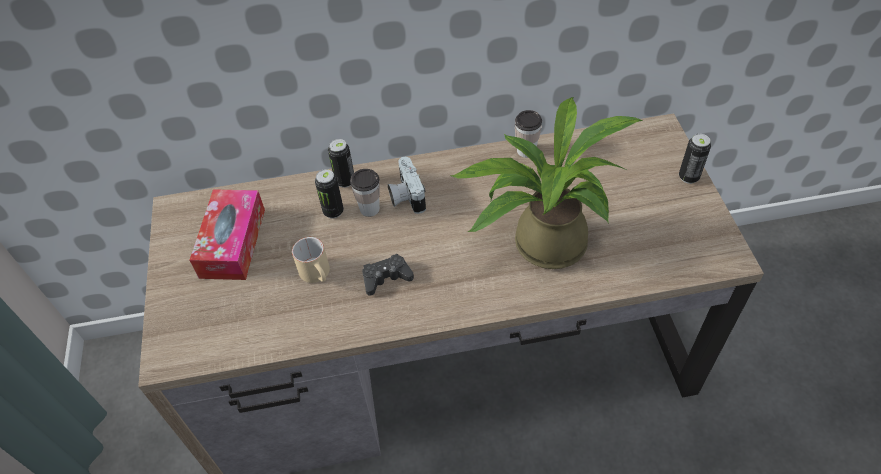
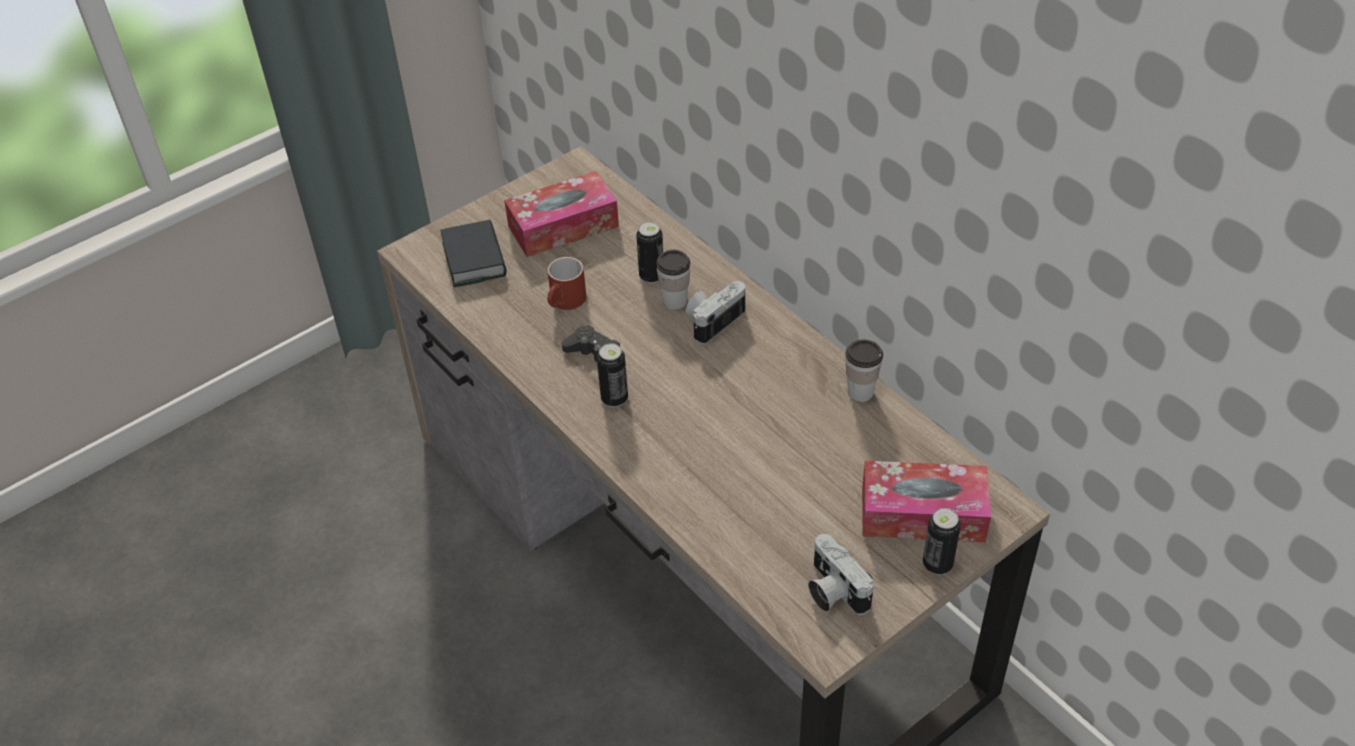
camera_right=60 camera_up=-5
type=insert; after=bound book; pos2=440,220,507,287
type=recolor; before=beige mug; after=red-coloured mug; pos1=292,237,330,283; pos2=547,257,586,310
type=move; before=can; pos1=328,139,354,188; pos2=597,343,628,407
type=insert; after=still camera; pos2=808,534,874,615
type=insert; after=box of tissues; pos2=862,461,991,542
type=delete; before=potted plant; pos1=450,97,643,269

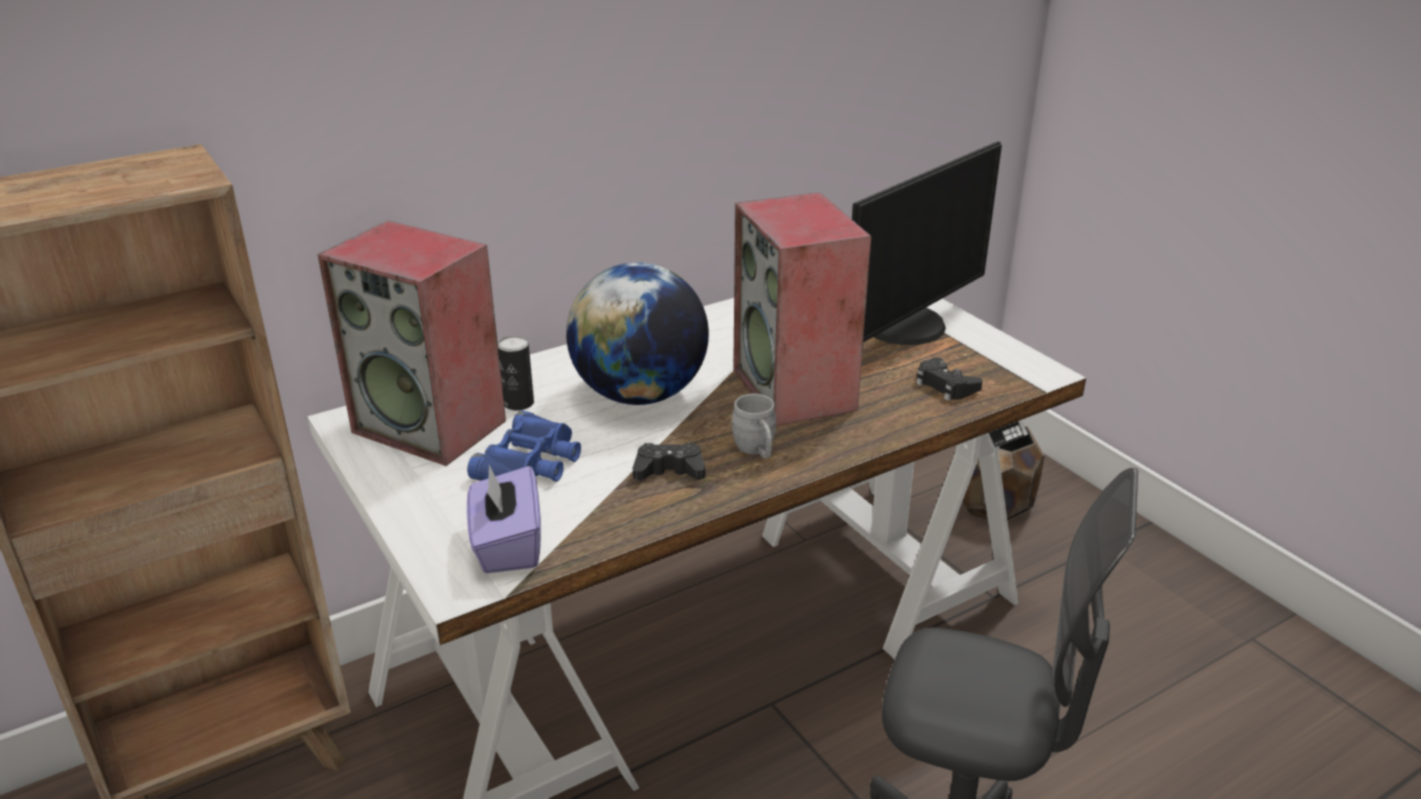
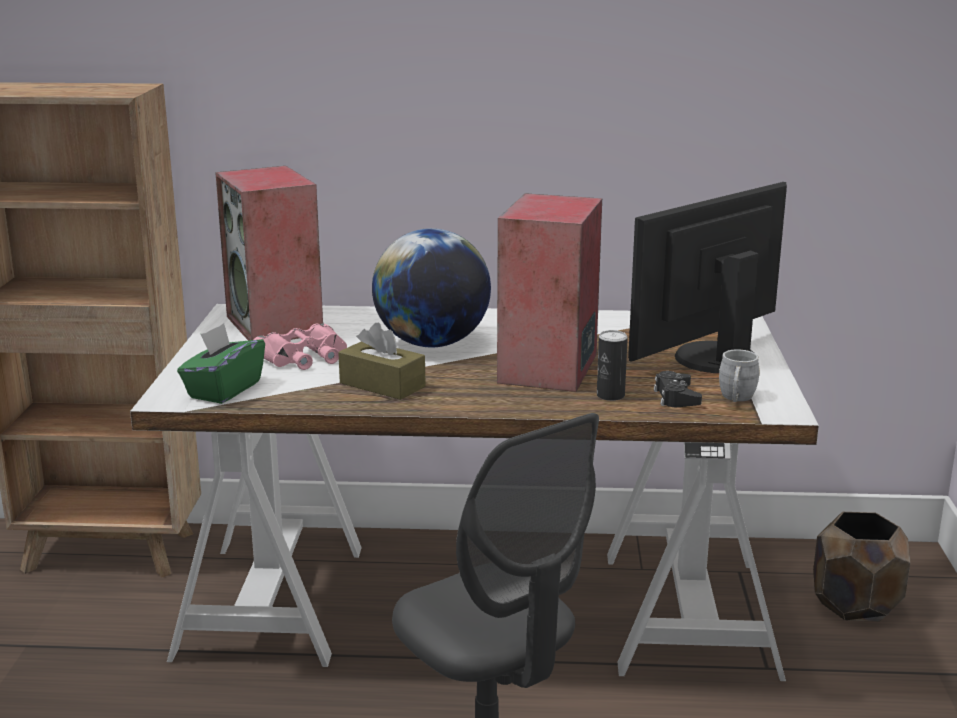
camera_right=35 camera_up=-10
type=recolor; before=purplish box of tissues; after=green box of tissues; pos1=467,465,541,573; pos2=177,323,265,404
type=recolor; before=bluish pair of binoculars; after=pink-coloured pair of binoculars; pos1=467,410,581,482; pos2=254,323,347,370
type=replace; before=blackish joypad; after=brownish box of tissues; pos1=633,443,705,480; pos2=338,323,426,400
type=move; before=can; pos1=498,335,534,411; pos2=597,330,628,401
type=rotate; before=computer display; pos1=852,141,1002,345; pos2=628,182,787,373; turn=150
type=move; before=gray mug; pos1=731,394,776,459; pos2=719,349,760,402

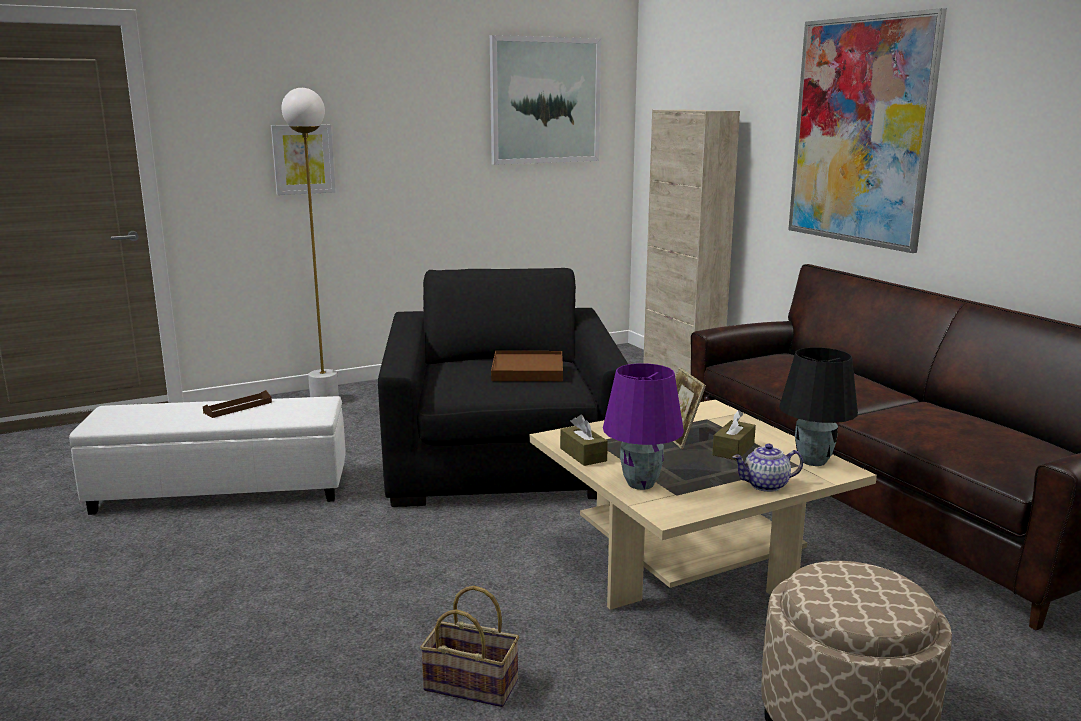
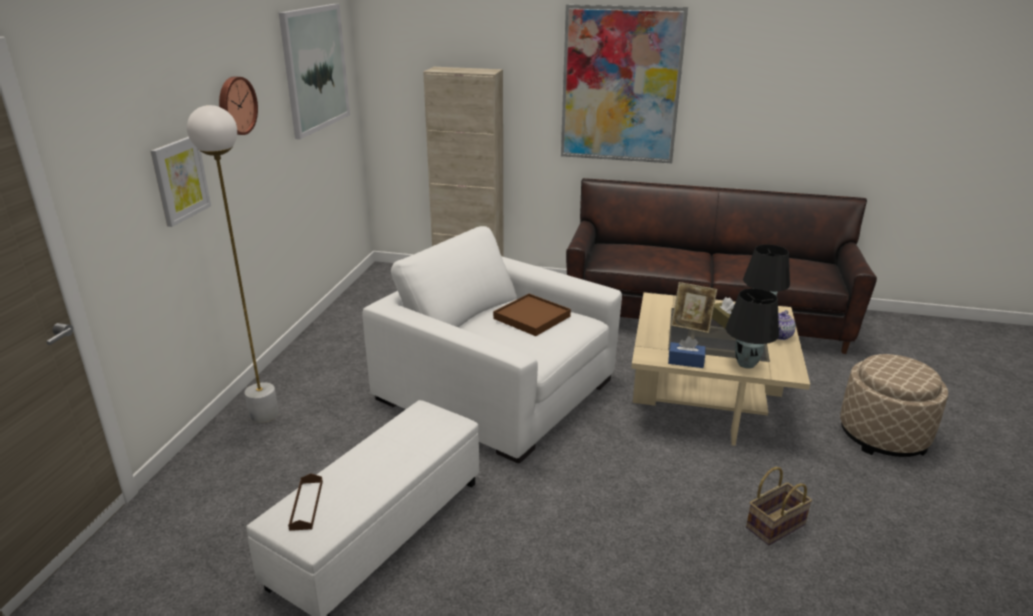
camera_right=-50 camera_up=10
type=insert; after=wall clock; pos2=219,77,258,135
type=move; before=brownish serving tray; pos1=203,390,272,418; pos2=288,473,323,531
type=recolor; before=blackish easy chair; after=white easy chair; pos1=378,268,628,507; pos2=362,226,622,463
type=recolor; before=brownish box of tissues; after=bluish box of tissues; pos1=560,415,608,466; pos2=668,336,706,368
type=recolor; before=purplish table lamp; after=blackish table lamp; pos1=603,363,684,490; pos2=726,288,779,369

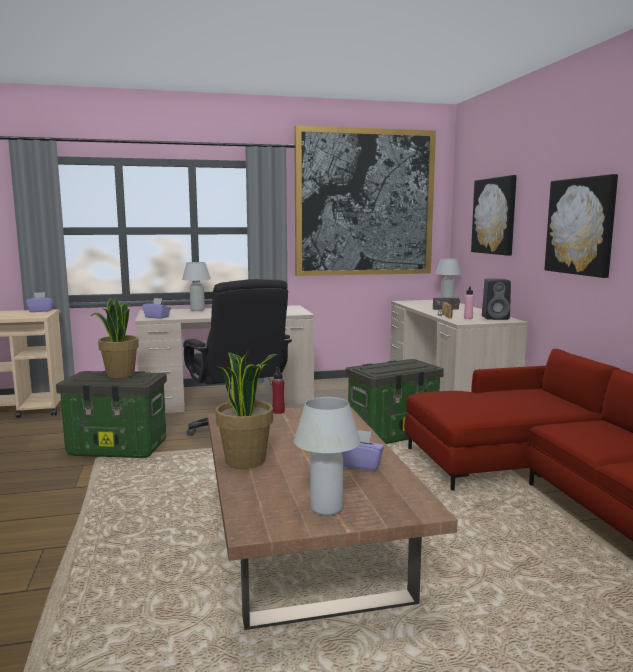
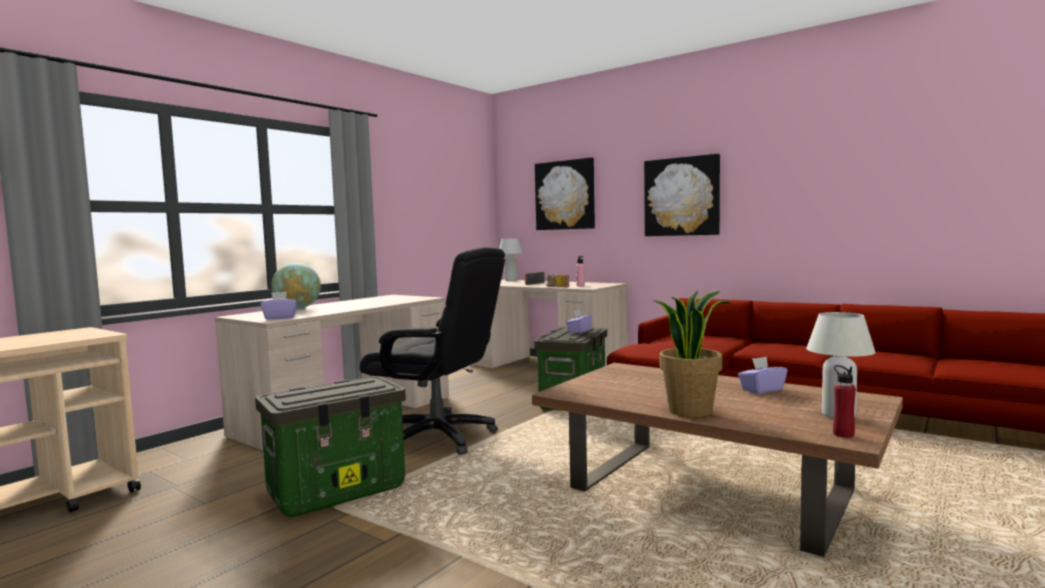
camera_right=-40 camera_up=-5
type=replace; before=white table lamp; after=desk globe; pos1=182,262,211,311; pos2=271,263,321,309
type=move; before=purplish box of tissues; pos1=26,292,53,312; pos2=566,310,592,333
type=move; before=red-coloured beverage bottle; pos1=272,367,285,414; pos2=833,365,856,438
type=delete; before=potted plant; pos1=91,298,139,378
type=delete; before=wall art; pos1=294,125,436,276
type=delete; before=blackish audio speaker; pos1=482,279,511,320

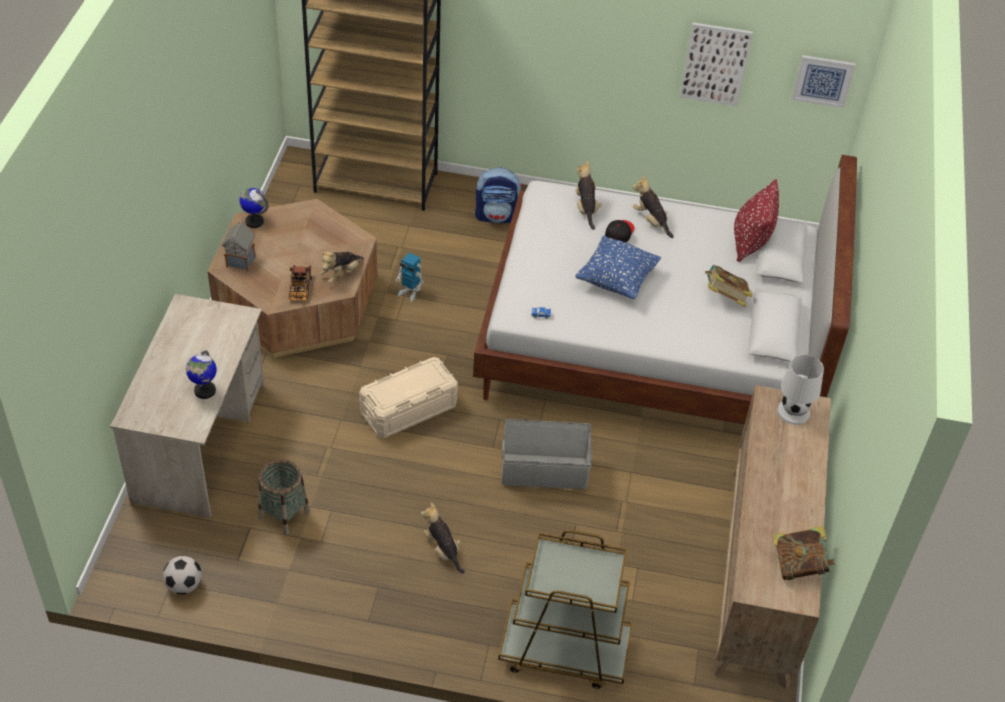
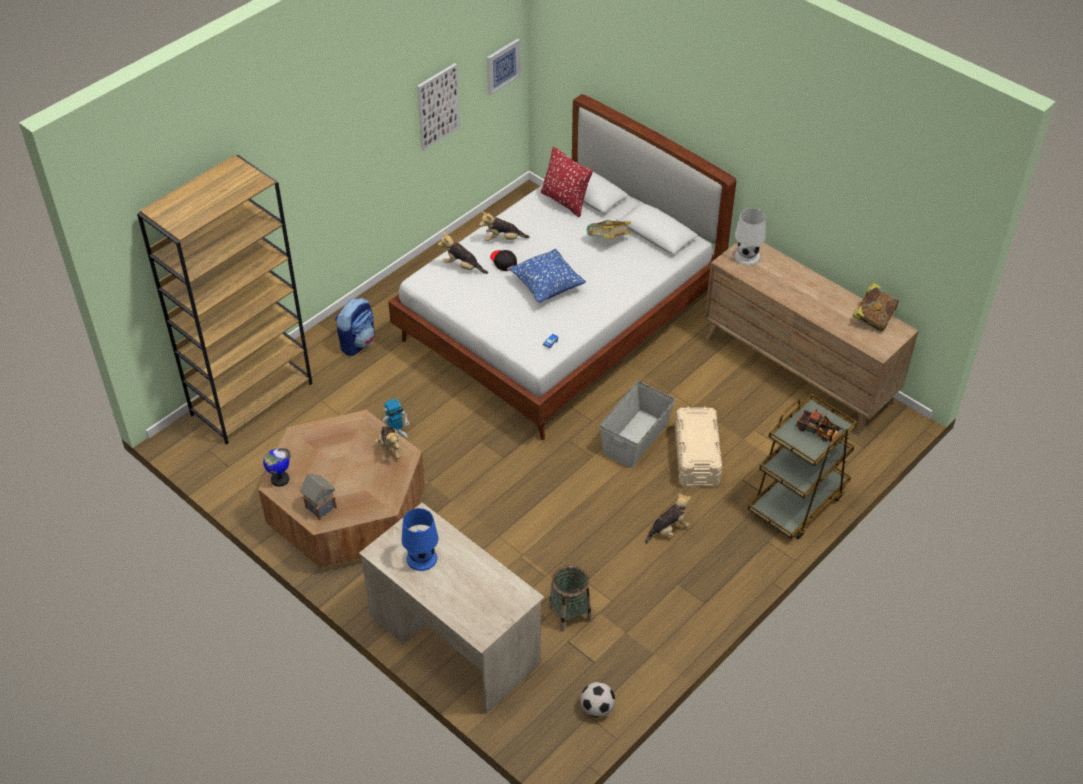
camera_right=-55 camera_up=0
type=insert; after=bluish table lamp; pos2=402,508,438,571
type=rotate; before=cuddly toy; pos1=421,502,465,574; pos2=645,492,691,544; turn=150
type=move; before=beige storage bin; pos1=359,357,458,439; pos2=675,406,722,487
type=move; before=model truck; pos1=289,265,312,301; pos2=796,409,844,442
type=delete; before=desk globe; pos1=186,350,217,399

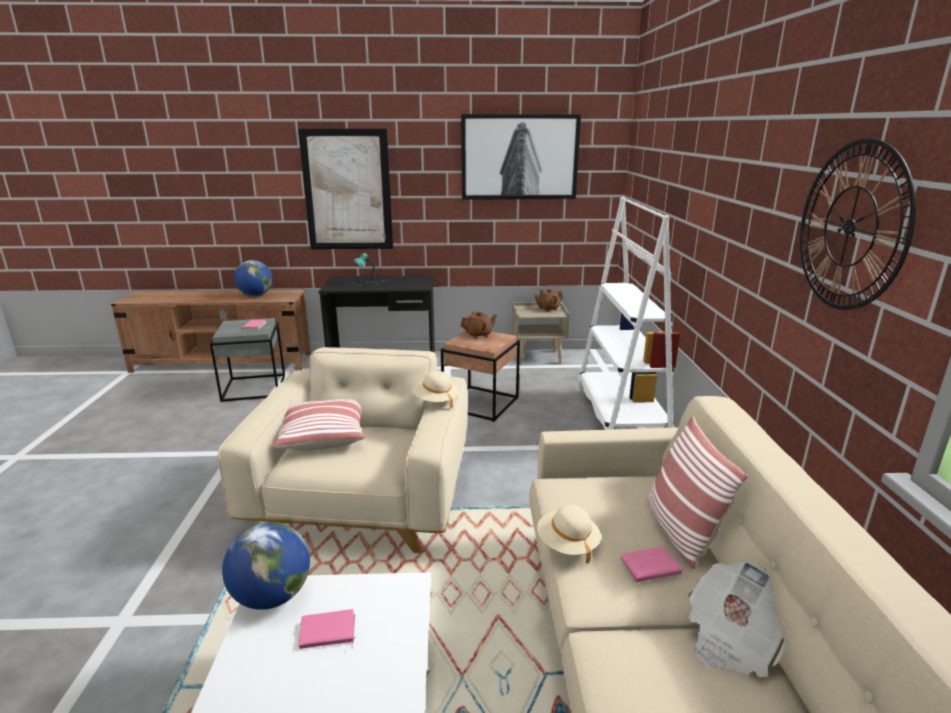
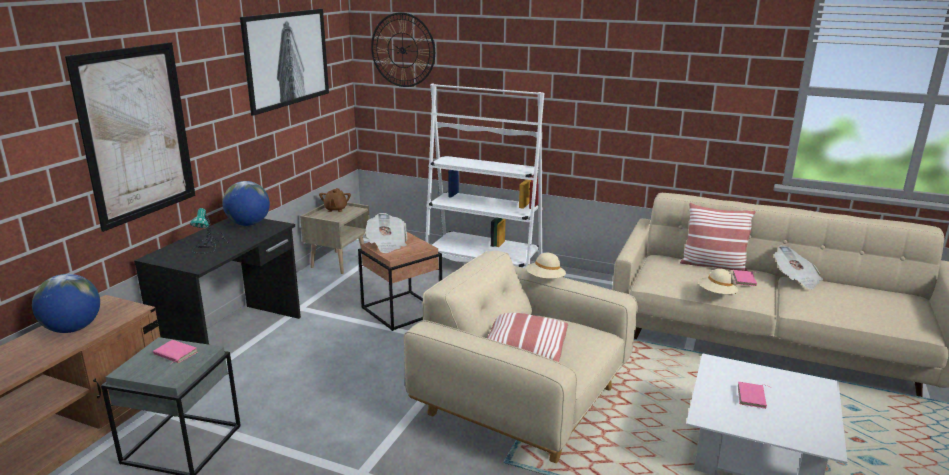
camera_right=-65 camera_up=0
type=move; before=desk globe; pos1=222,522,310,610; pos2=222,181,270,226
type=replace; before=brownish tea pot; after=newspaper; pos1=460,312,497,339; pos2=365,213,407,253
type=move; before=wall clock; pos1=800,139,916,310; pos2=371,12,435,87

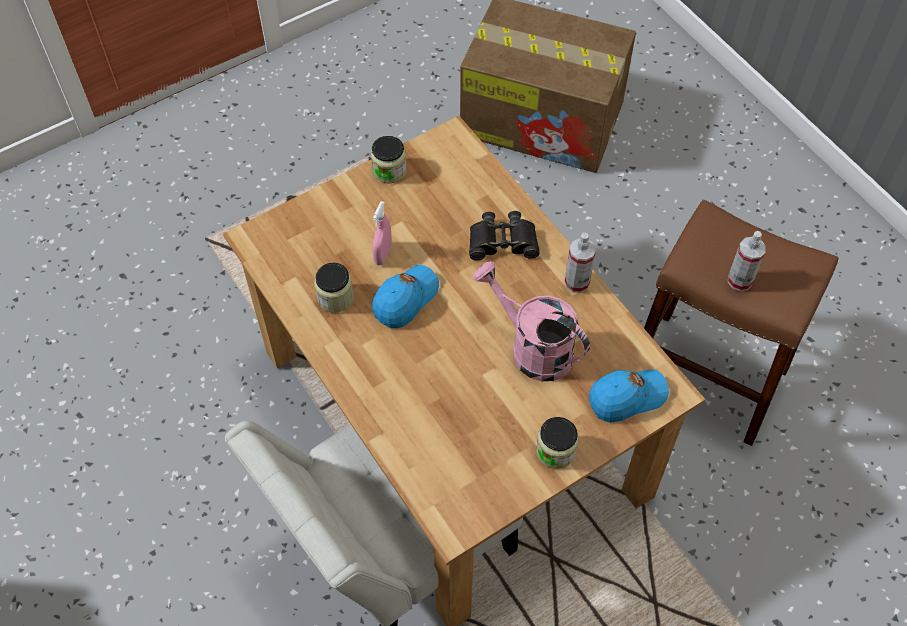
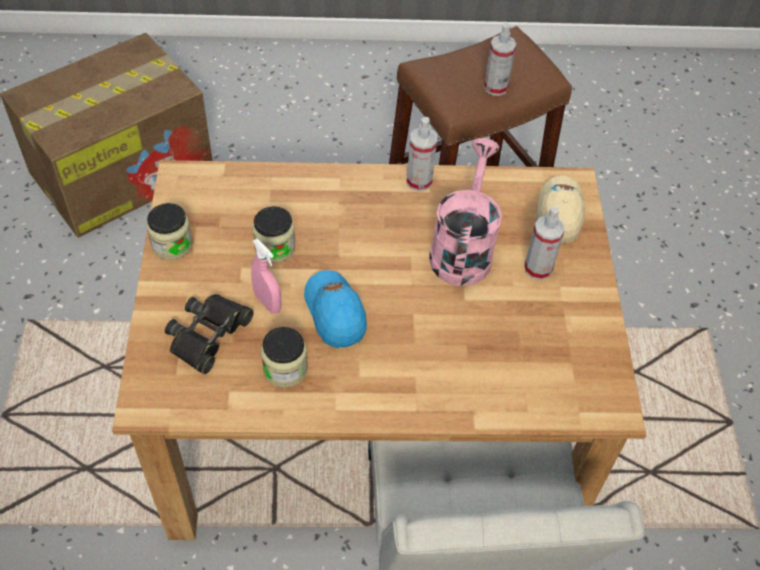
camera_right=-60 camera_up=-5
type=move; before=blackish pair of binoculars; pos1=469,211,540,260; pos2=165,294,254,374
type=move; before=jar; pos1=536,417,579,469; pos2=252,206,295,263
type=rotate; before=pink-coloured watering can; pos1=473,261,590,381; pos2=429,138,502,286; turn=120
type=insert; after=spray bottle; pos2=524,206,565,280
type=recolor; before=bluish baseball cap; after=beige baseball cap; pos1=589,370,669,423; pos2=535,176,585,244

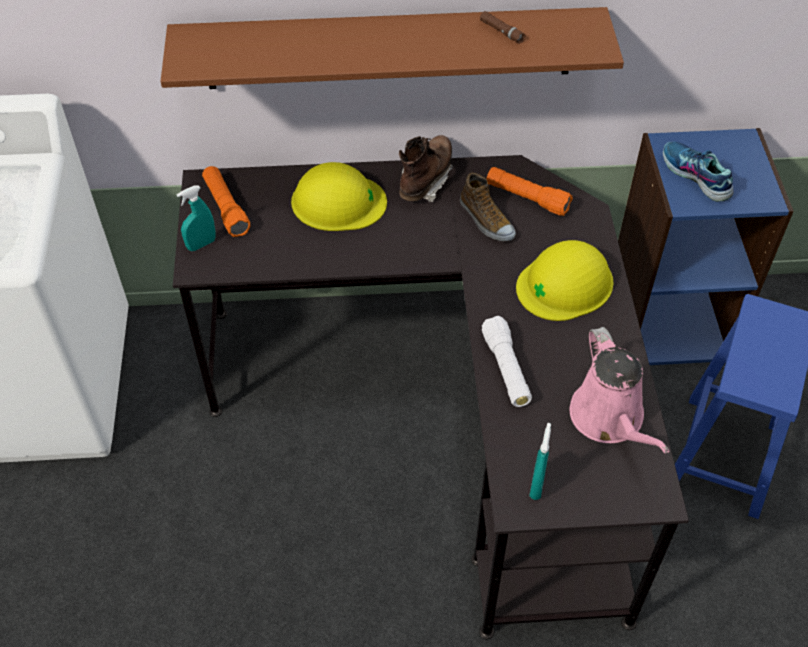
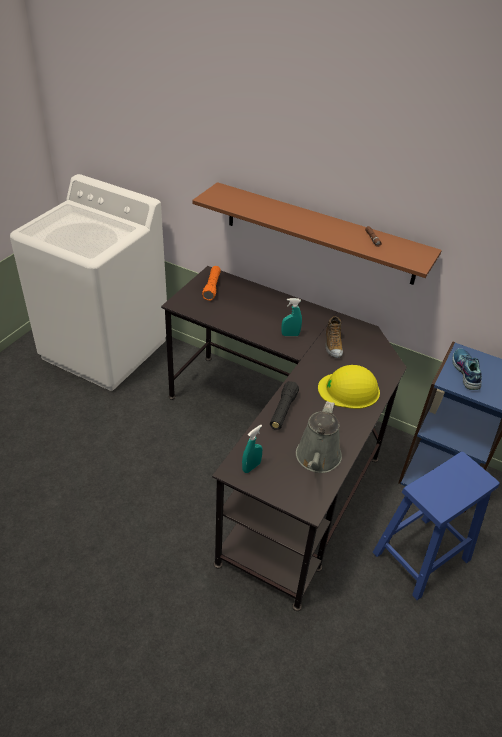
camera_right=30 camera_up=-10
type=recolor; before=white flashlight; after=blackish flashlight; pos1=482,316,532,407; pos2=270,381,299,430
type=move; before=blue-green spray bottle; pos1=177,185,216,251; pos2=281,298,302,336
type=recolor; before=pink-coloured watering can; after=gray watering can; pos1=570,327,669,453; pos2=296,401,342,473
type=delete; before=yellowish safety helmet; pos1=291,162,387,231
type=delete; before=brownish boot; pos1=399,135,453,202
type=delete; before=orangey flashlight; pos1=486,167,573,216

